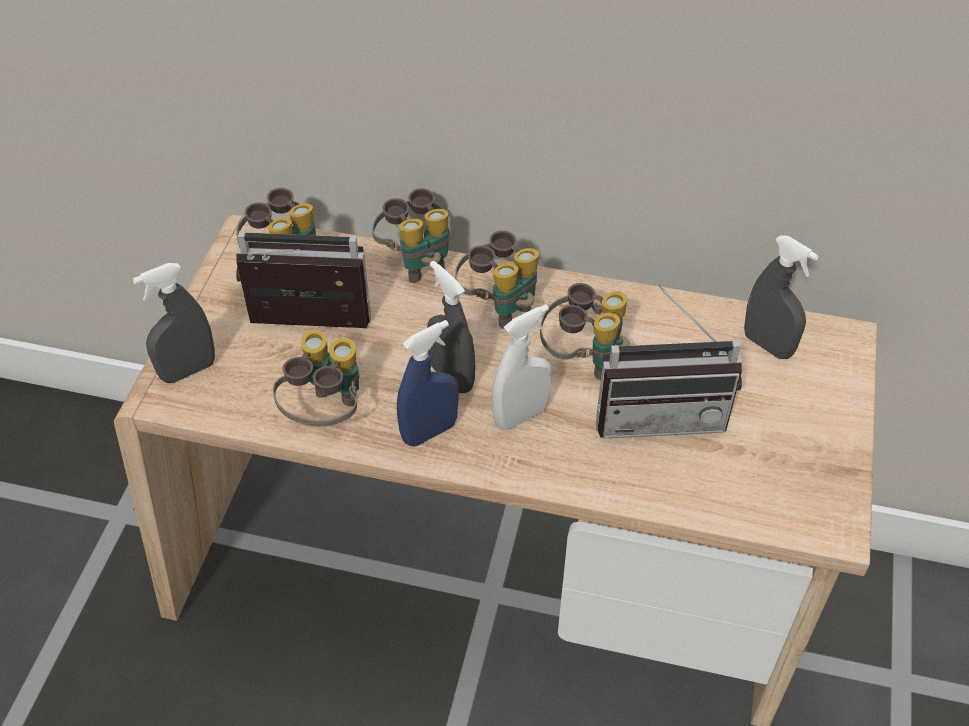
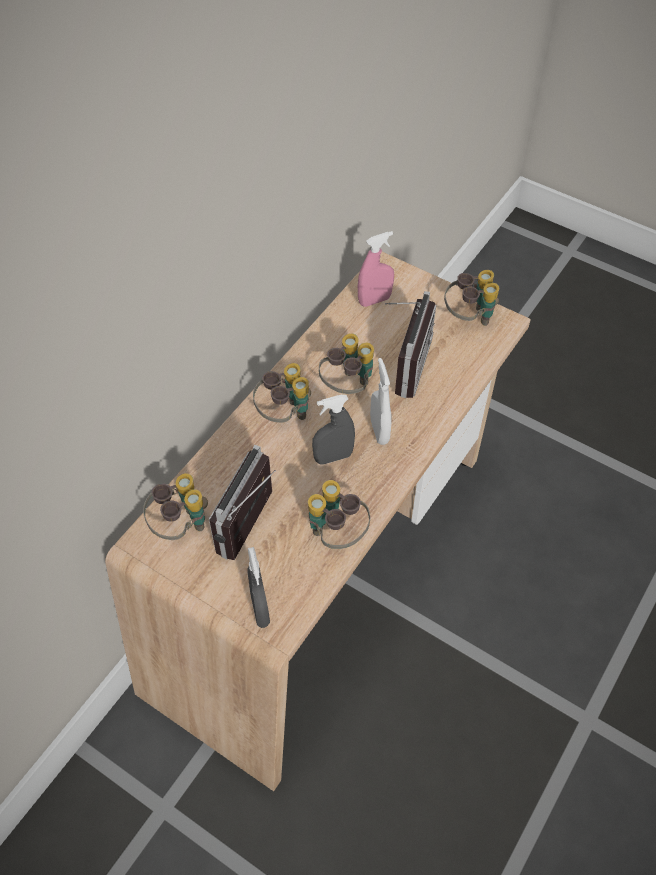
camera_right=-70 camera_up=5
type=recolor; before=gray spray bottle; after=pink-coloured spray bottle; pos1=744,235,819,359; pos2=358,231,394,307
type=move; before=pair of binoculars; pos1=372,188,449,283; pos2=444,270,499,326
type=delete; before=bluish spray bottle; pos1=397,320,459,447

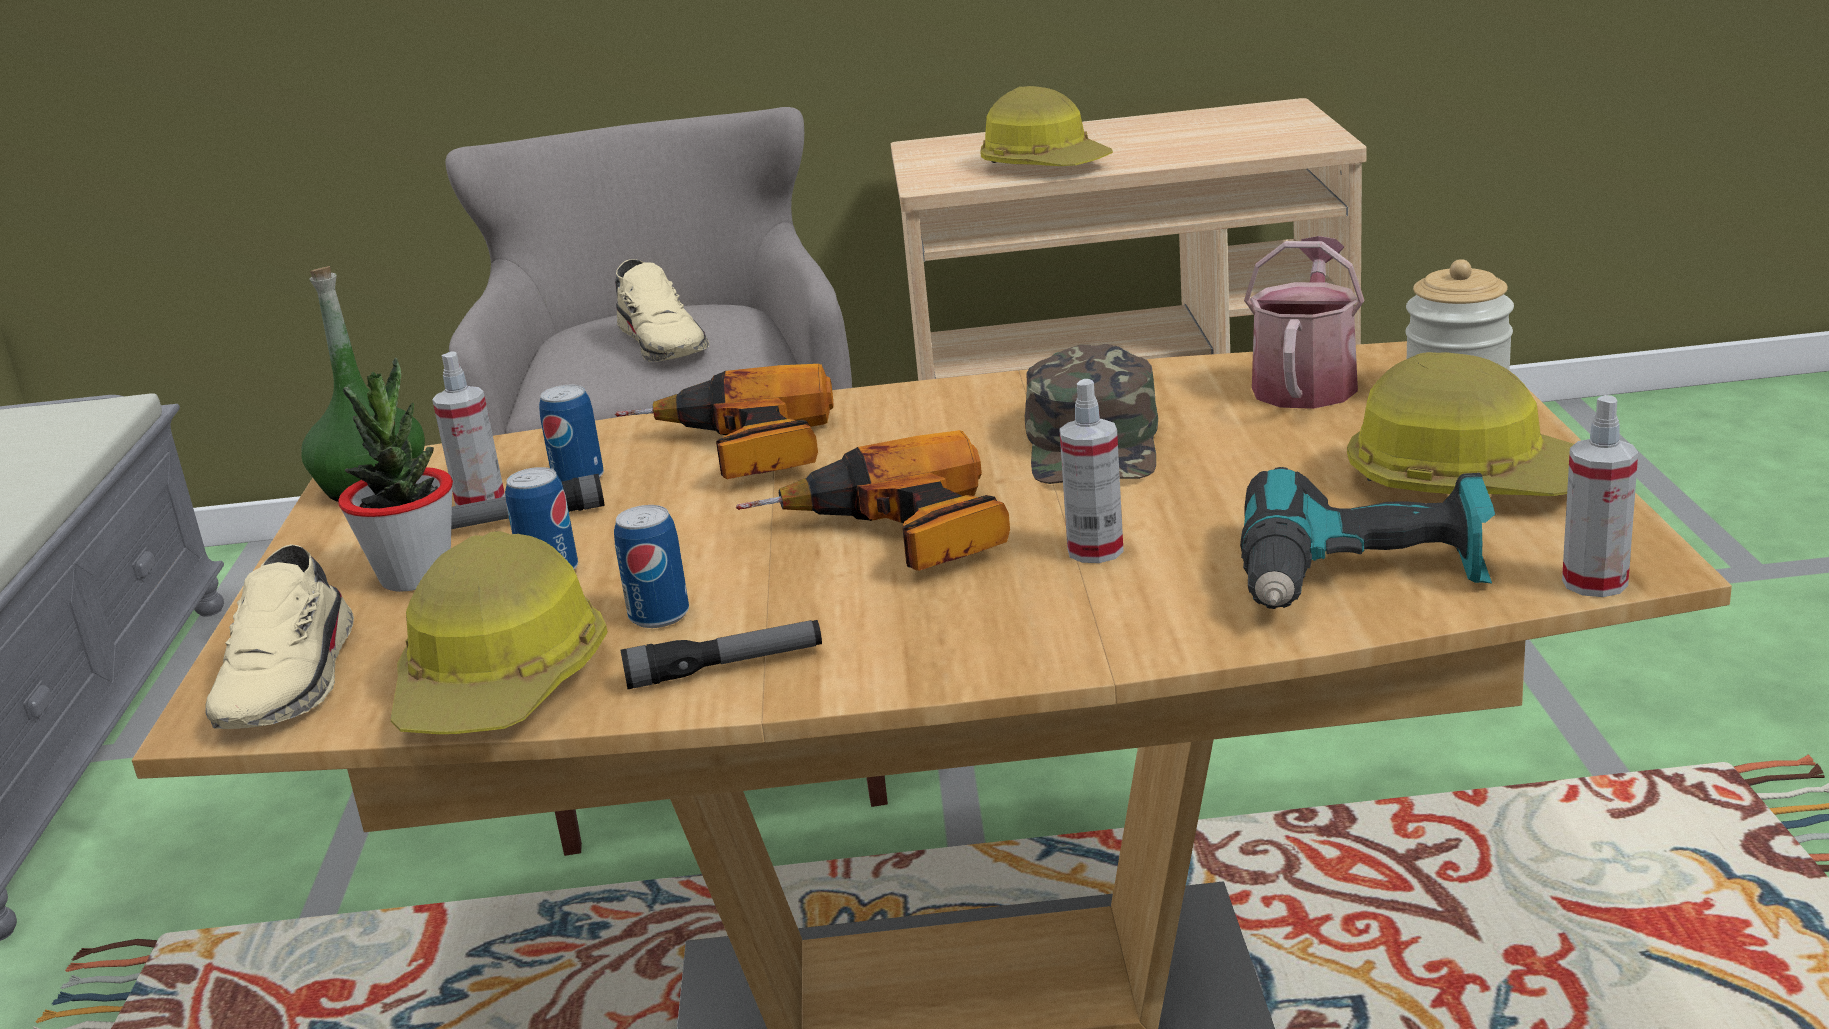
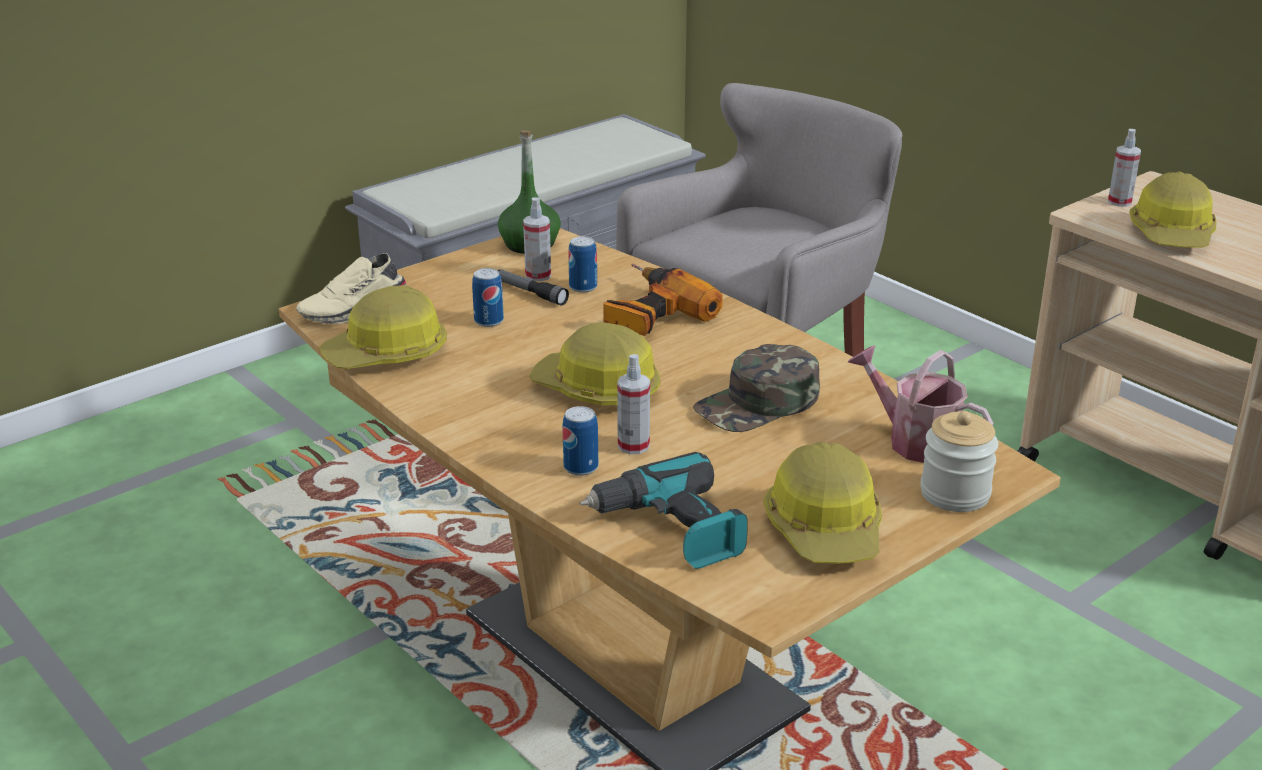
camera_right=50 camera_up=5
type=replace; before=electric drill; after=safety helmet; pos1=735,430,1010,571; pos2=529,323,661,406
type=move; before=can; pos1=614,505,689,628; pos2=562,406,598,476
type=rotate; before=watering can; pos1=1244,236,1364,409; pos2=848,345,994,463; turn=-120
type=move; before=spray bottle; pos1=1562,395,1638,597; pos2=1108,129,1141,207
type=delete; before=potted plant; pos1=338,358,453,592
type=delete; before=beige shoe; pos1=615,259,709,362
type=delete; before=flashlight; pos1=621,620,822,689

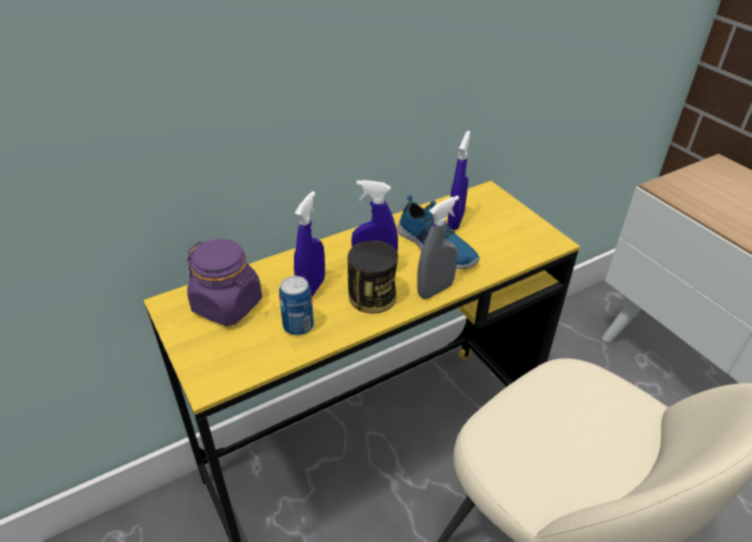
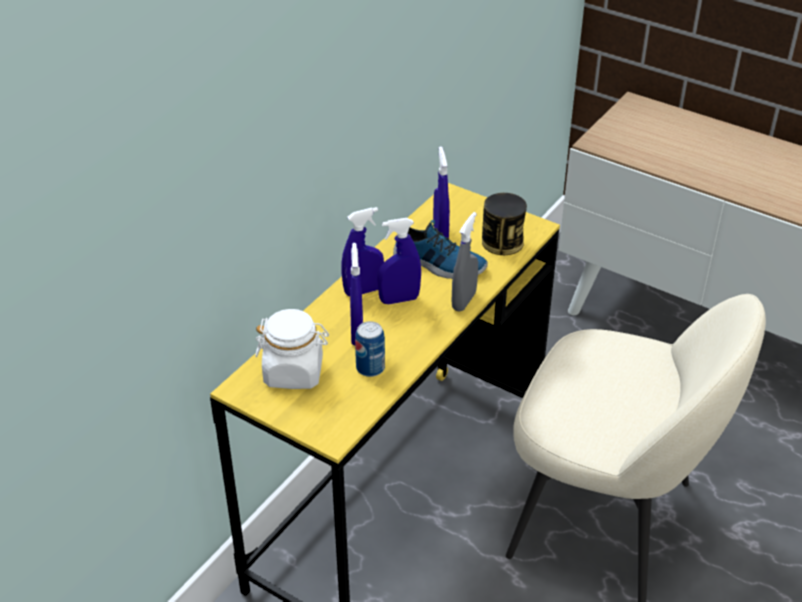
camera_right=-25 camera_up=0
type=recolor; before=purplish jar; after=white jar; pos1=187,239,262,326; pos2=255,309,329,389
type=insert; after=bluish spray bottle; pos2=341,207,384,296
type=move; before=can; pos1=348,240,398,314; pos2=482,193,527,255

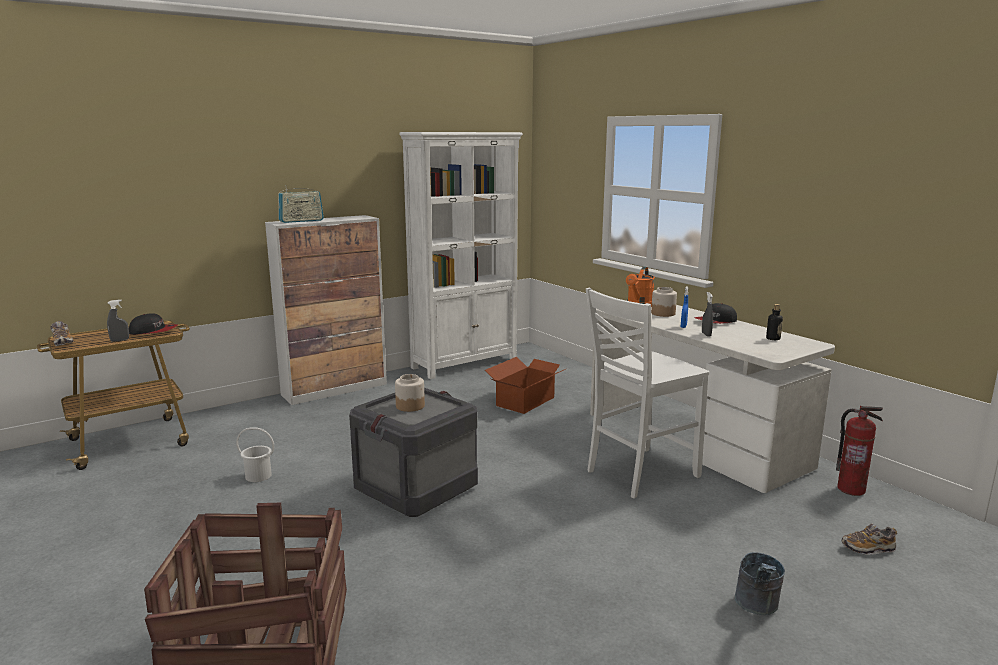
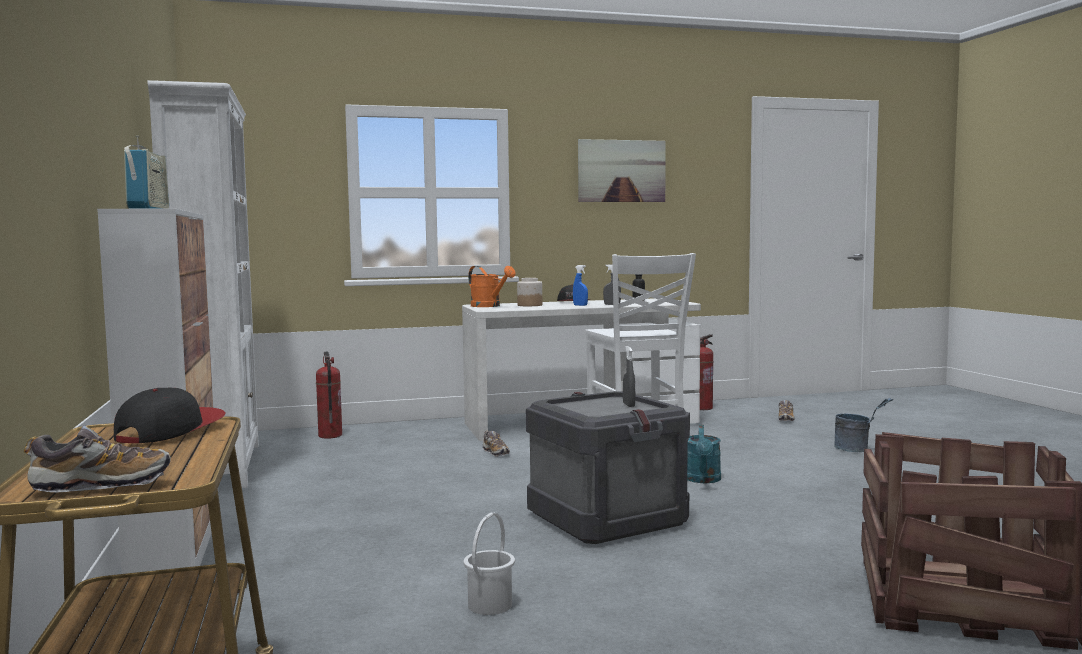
camera_right=-70 camera_up=-10
type=insert; after=fire extinguisher; pos2=316,352,342,439
type=insert; after=shoe; pos2=483,431,510,457
type=insert; after=wall art; pos2=578,139,666,202
type=move; before=gray spray bottle; pos1=107,300,129,342; pos2=623,346,635,407
type=insert; after=blue-green watering can; pos2=687,425,721,483
type=delete; before=jar; pos1=395,374,425,412
type=delete; before=packing box; pos1=485,357,565,414

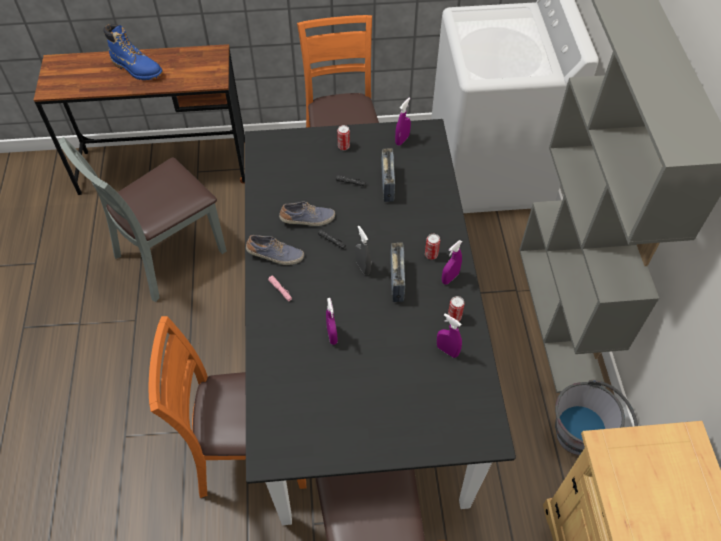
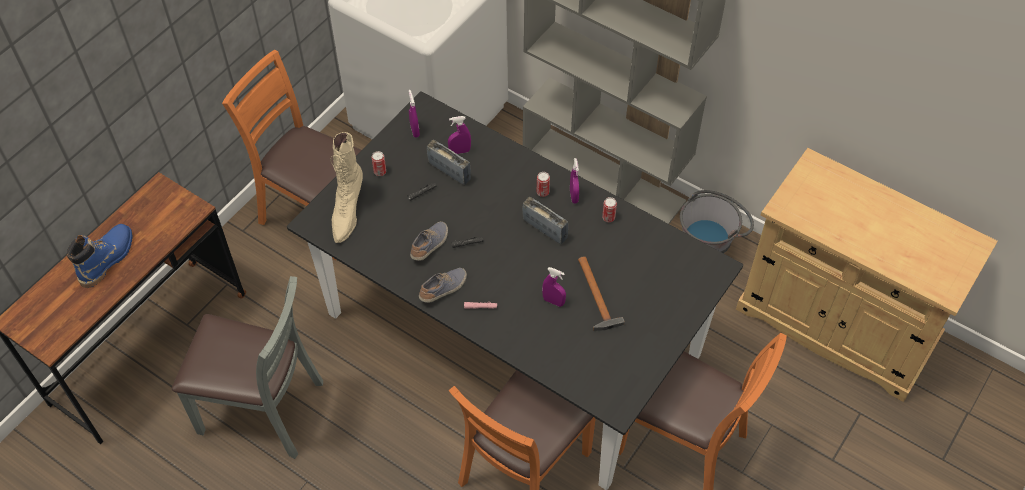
camera_right=-50 camera_up=0
type=rotate; before=bluish boot; pos1=103,24,163,80; pos2=67,224,133,288; turn=-45
type=rotate; before=gray chair; pos1=58,137,227,302; pos2=172,276,323,459; turn=-75
type=insert; after=beige boot; pos2=331,132,363,243
type=move; before=purplish spray bottle; pos1=437,313,462,358; pos2=448,116,471,154
type=insert; after=hammer; pos2=578,256,625,331
type=delete; before=gray spray bottle; pos1=355,226,371,275

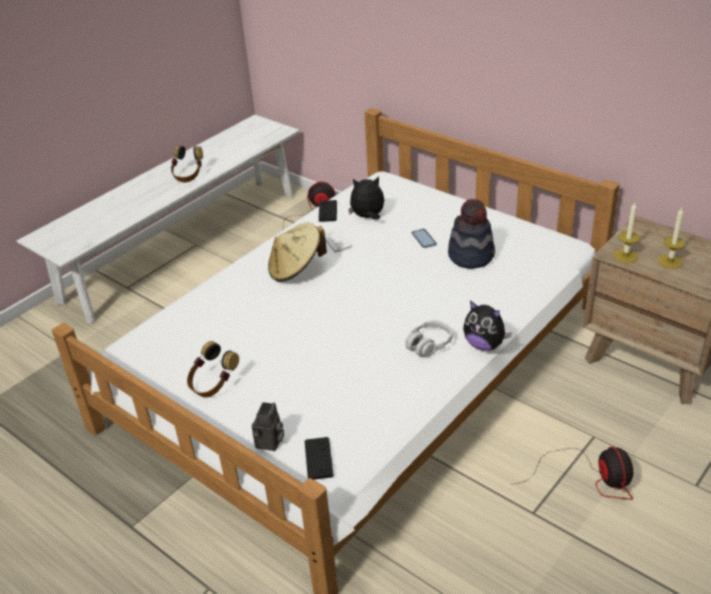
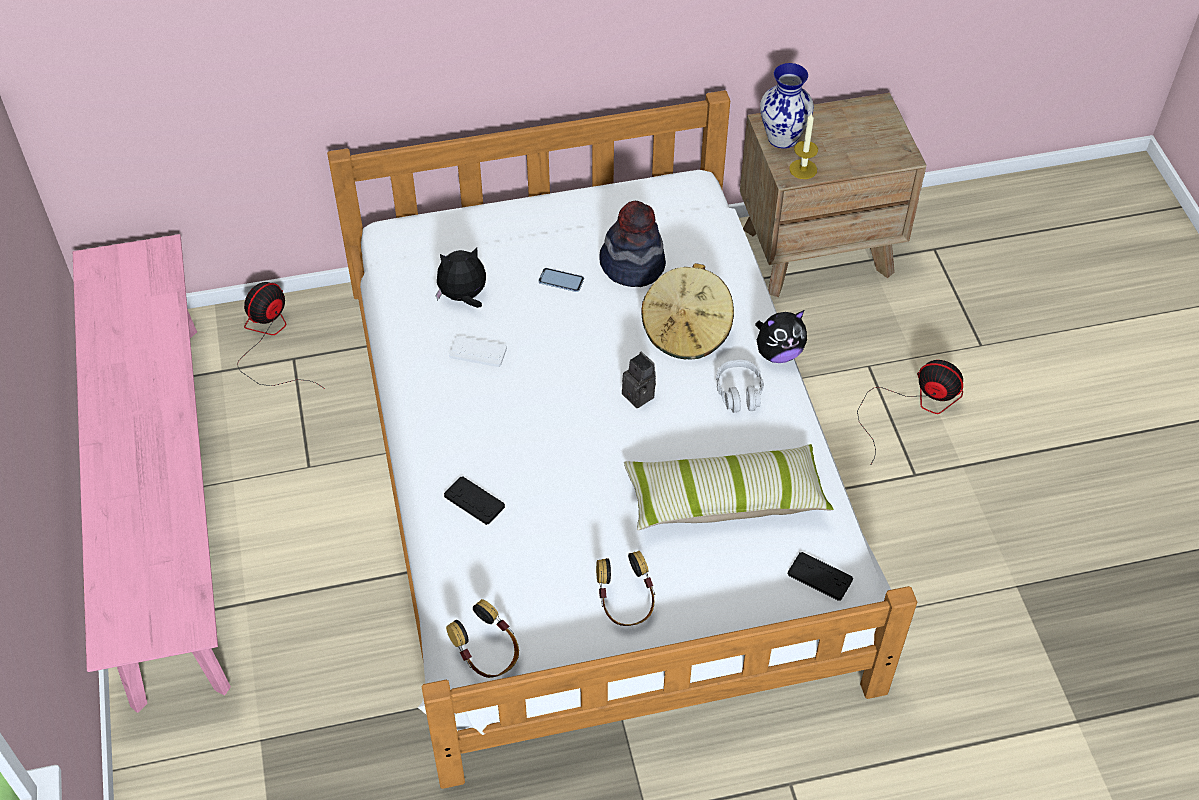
camera_right=-55 camera_up=15
type=recolor; before=white indoor bench; after=pink-coloured indoor bench; pos1=17,115,299,324; pos2=73,234,231,713
type=rotate; before=cuddly toy; pos1=349,176,384,219; pos2=435,248,486,308; turn=45
type=move; before=blackish joypad; pos1=319,200,337,222; pos2=444,476,505,525
type=move; before=pair of headphones; pos1=171,146,203,182; pos2=446,599,519,678
type=move; before=still camera; pos1=252,402,284,451; pos2=622,351,656,408
type=insert; after=cushion; pos2=624,444,833,530
type=move; before=beige clothing hat; pos1=268,223,327,282; pos2=641,263,734,359
type=insert; after=vase; pos2=760,63,814,149
type=delete; before=wax light; pos1=658,208,685,269

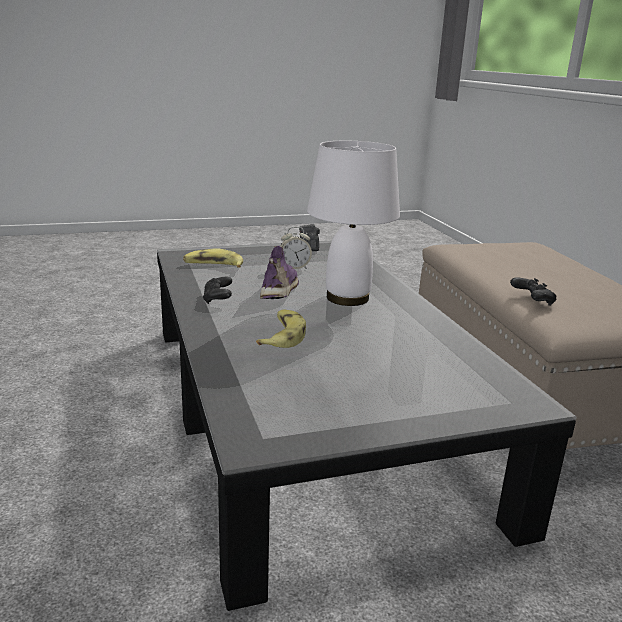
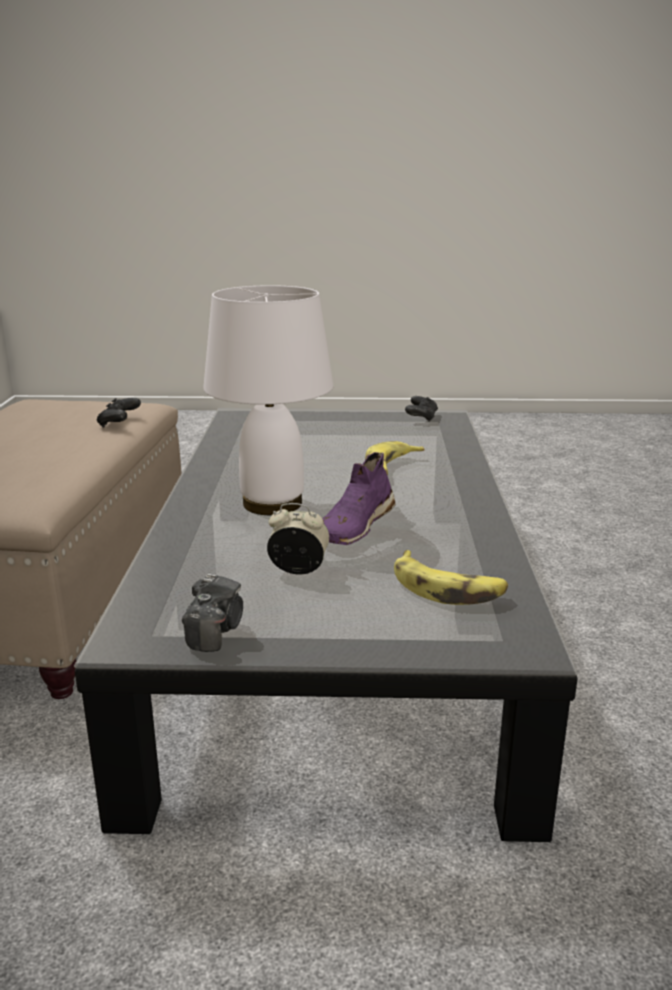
camera_right=-160 camera_up=0
type=move; before=blackish joypad; pos1=203,276,232,304; pos2=405,396,438,422

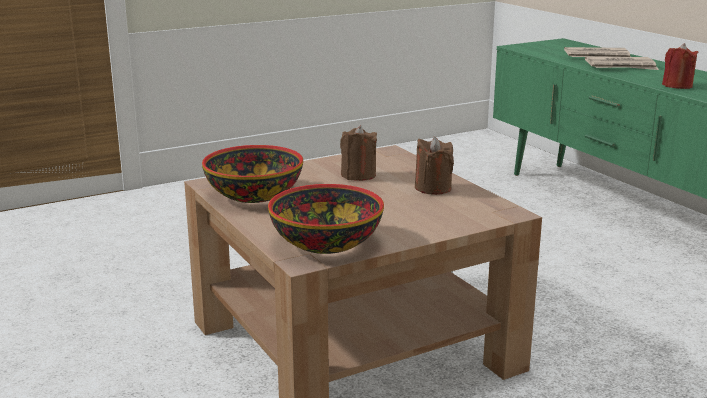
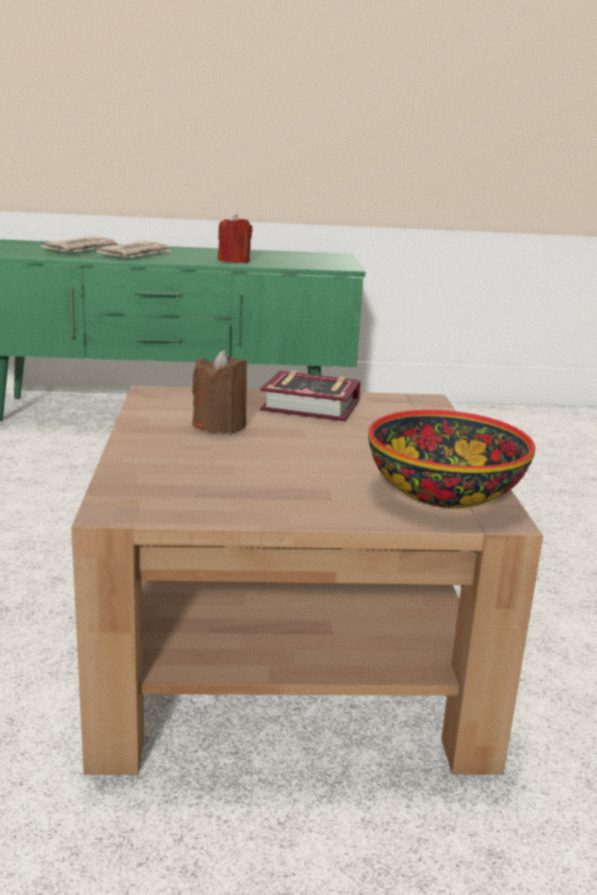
camera_right=-65 camera_up=0
type=replace; before=brownish wax light; after=bound book; pos1=415,137,454,195; pos2=260,371,361,421
type=delete; before=serving bowl; pos1=202,145,303,203

